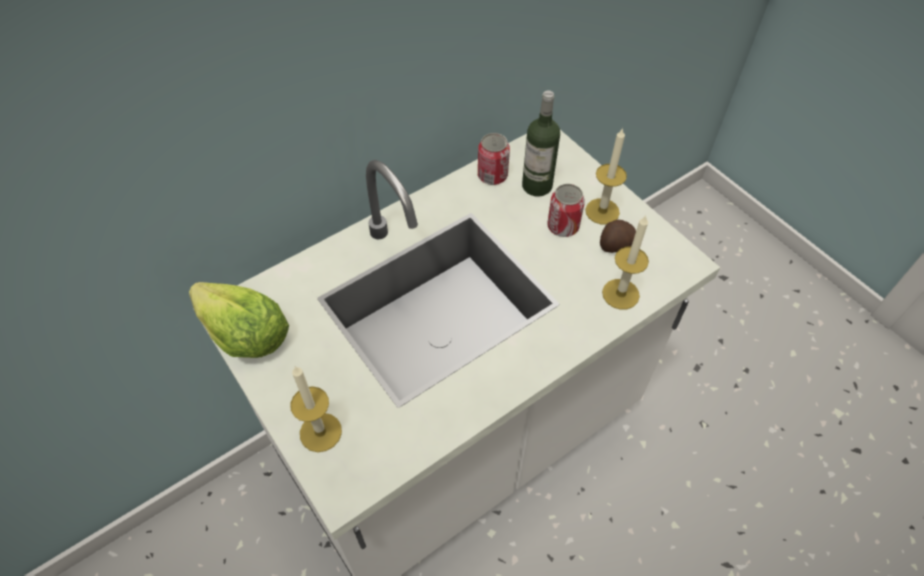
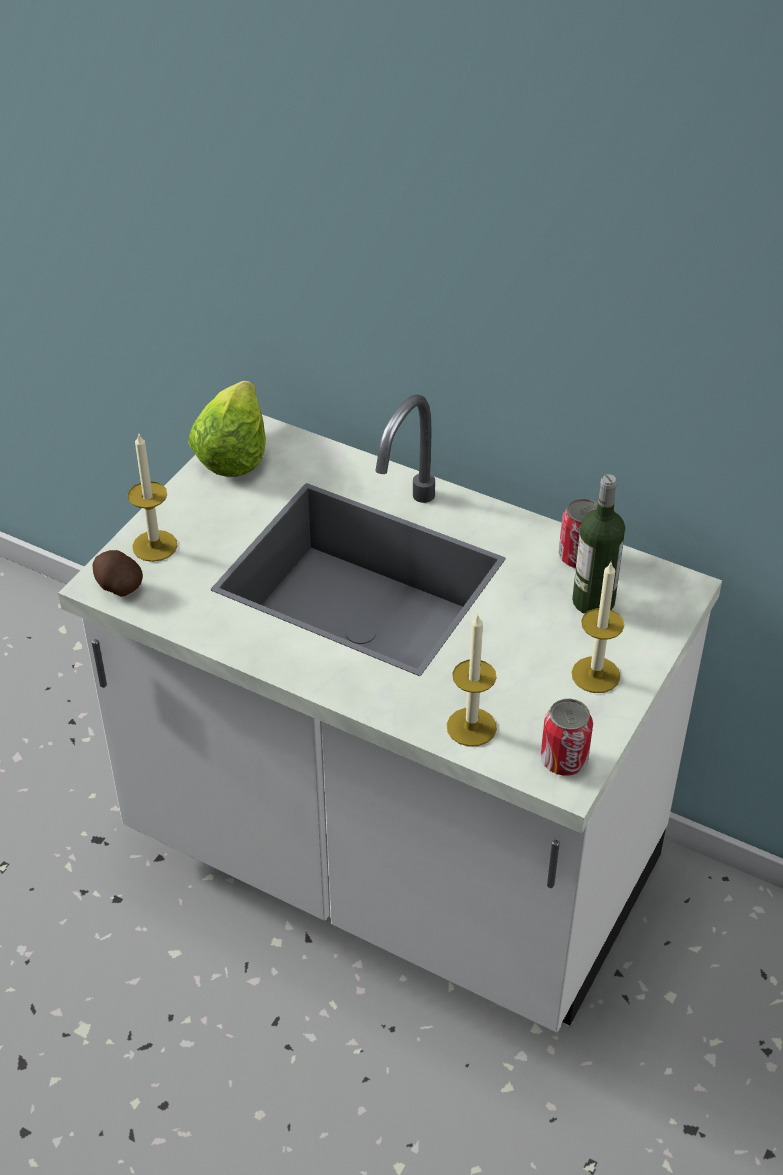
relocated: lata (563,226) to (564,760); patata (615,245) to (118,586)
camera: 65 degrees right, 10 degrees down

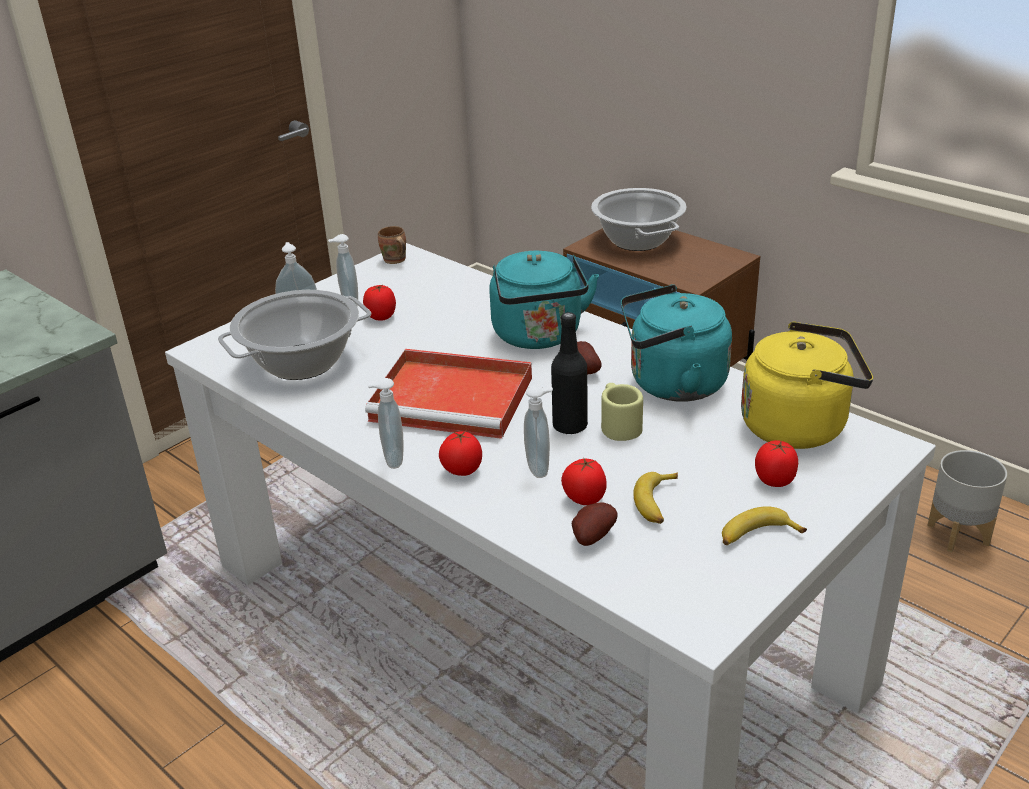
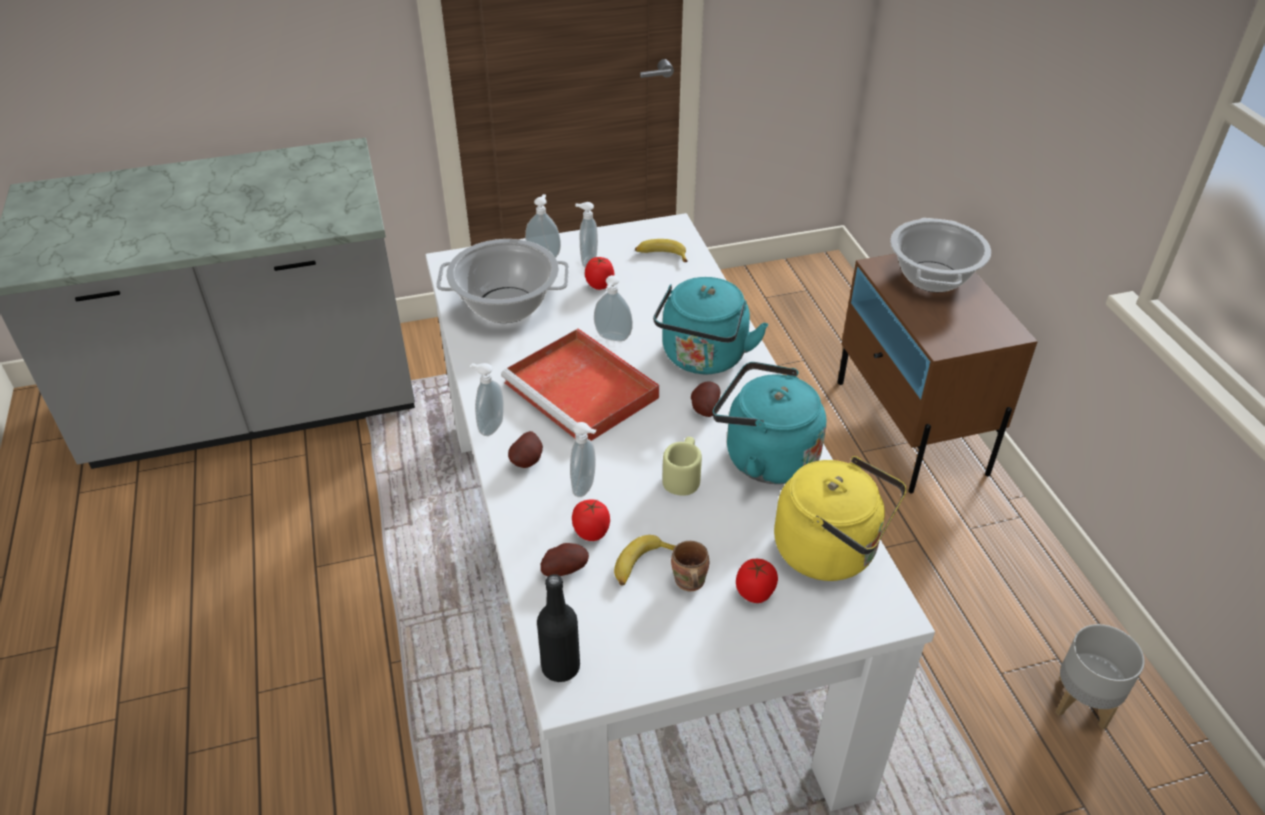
appeared: dispensador de jabón (612,338)
relocated: taza grande [marrón] (394,261) to (688,583); botella [negro] (570,426) to (560,667); plátano (756,536) to (661,255)
exchanged: tomate (461,471) to patata (528,461)
camera: 30 degrees right, 10 degrees up

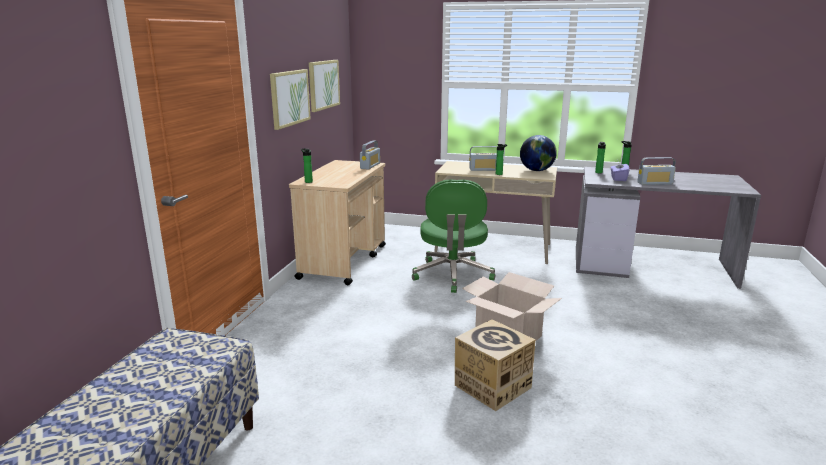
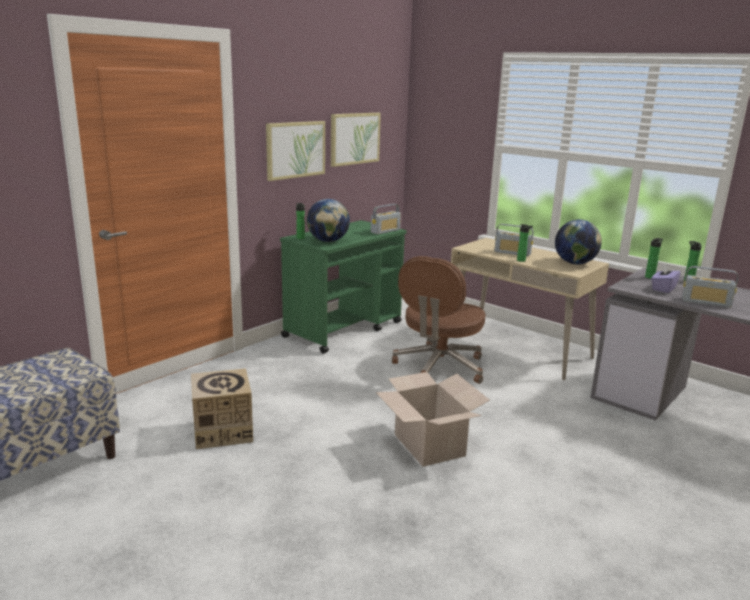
appeared: globo terráqueo (328,241)
relocated: caja de cartón (492,386) to (223,431)
colour: carrito [beis] (344,261) to carrito [verde] (344,329); silla de oficina [verde] (452,275) to silla de oficina [marrón] (439,368)
camera: 25 degrees right, 0 degrees up

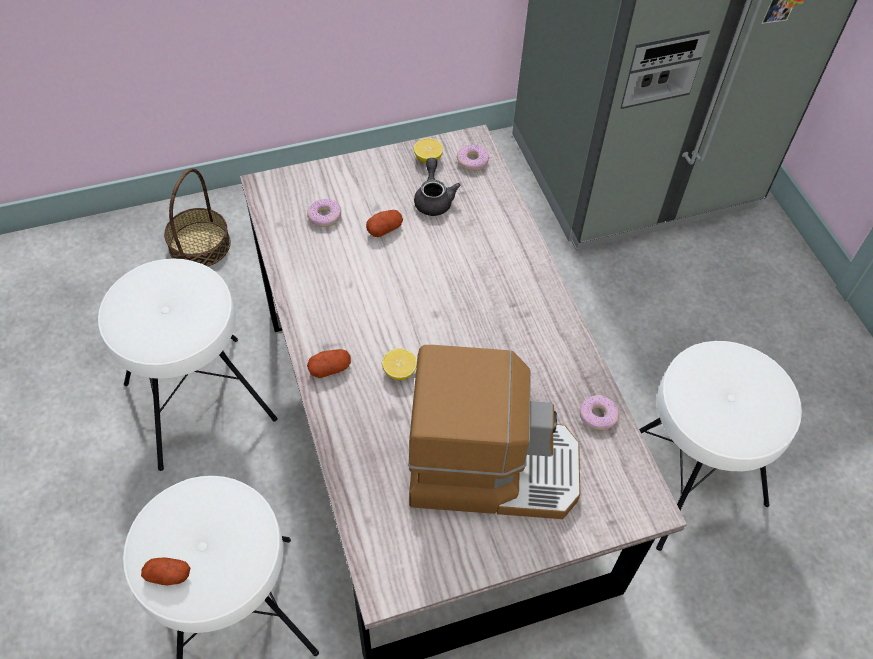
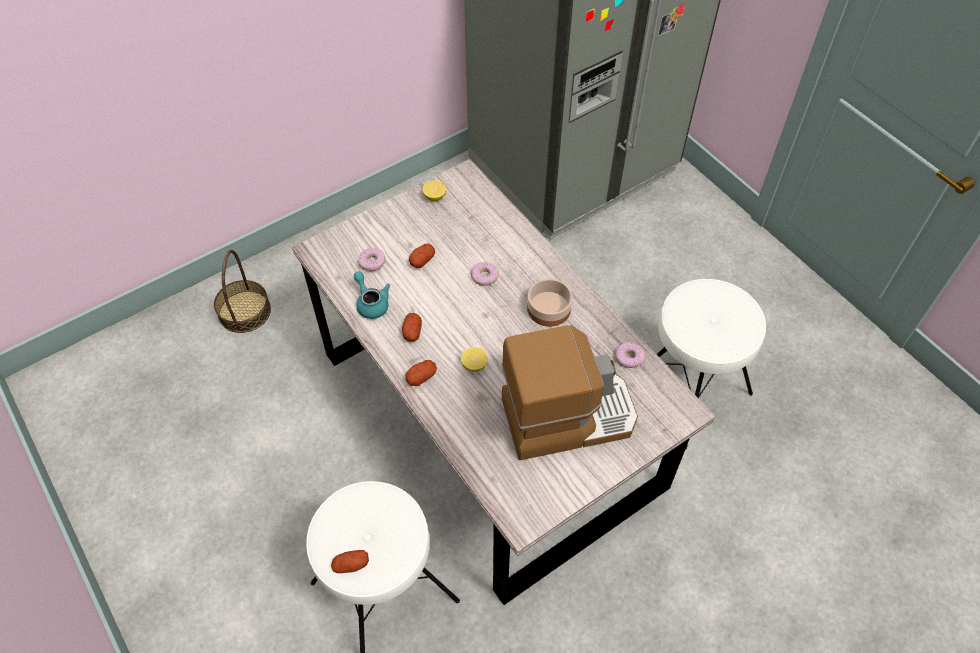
missing: tetera [gris] (433,199); taburete [blanco] (199,400)
appeared: tetera [turquesa] (371,303); cuenco (549,309); patata (412,331)
relocated: rosquilla (472,161) to (484,277)
camera: 15 degrees left, 0 degrees up

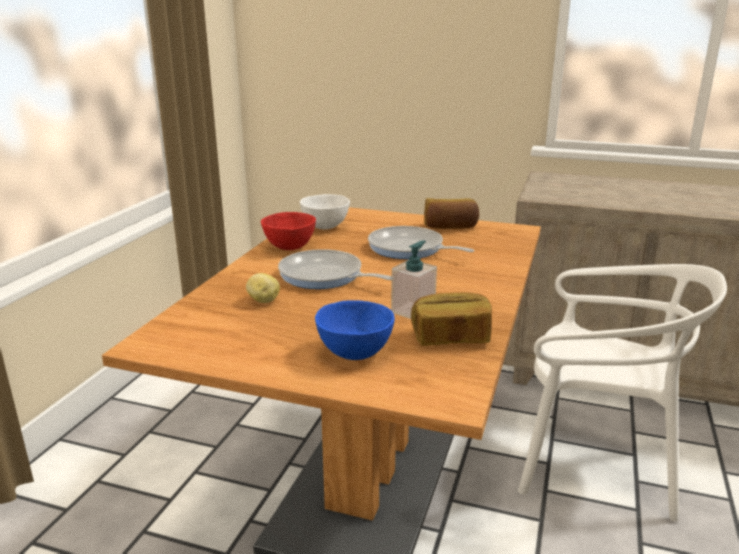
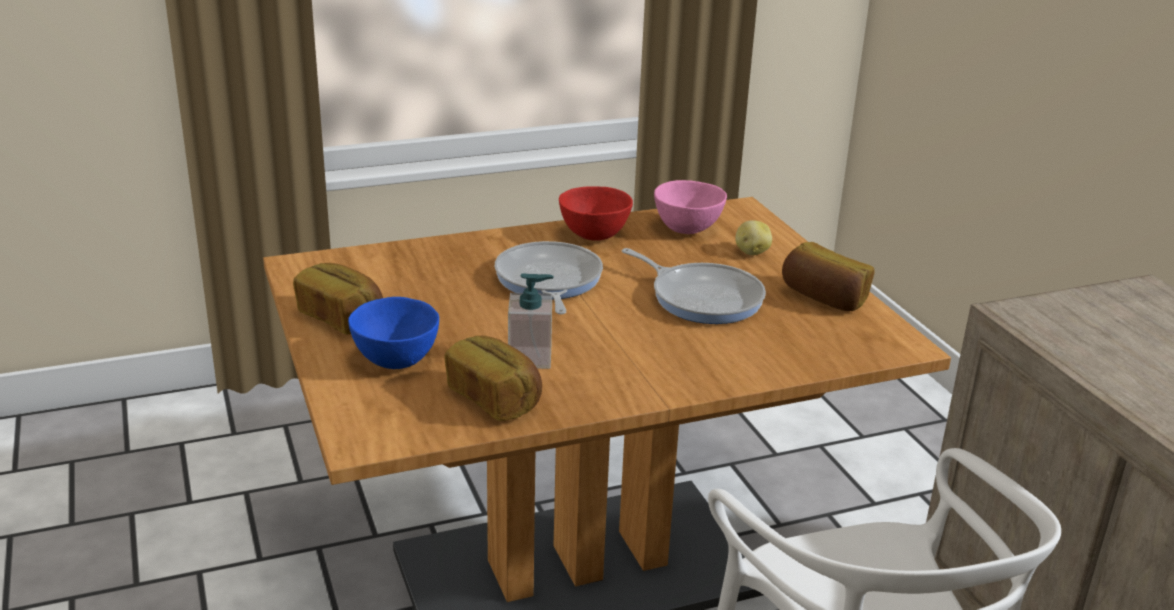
appeared: pan (342,318)
relocated: patata (263,301) to (751,252)
colour: cuenco [blanco] (326,226) to cuenco [rosa] (688,229)
spun: sartén (409,249) = (702,298) 135 degrees clockwise
camera: 50 degrees right, 5 degrees up

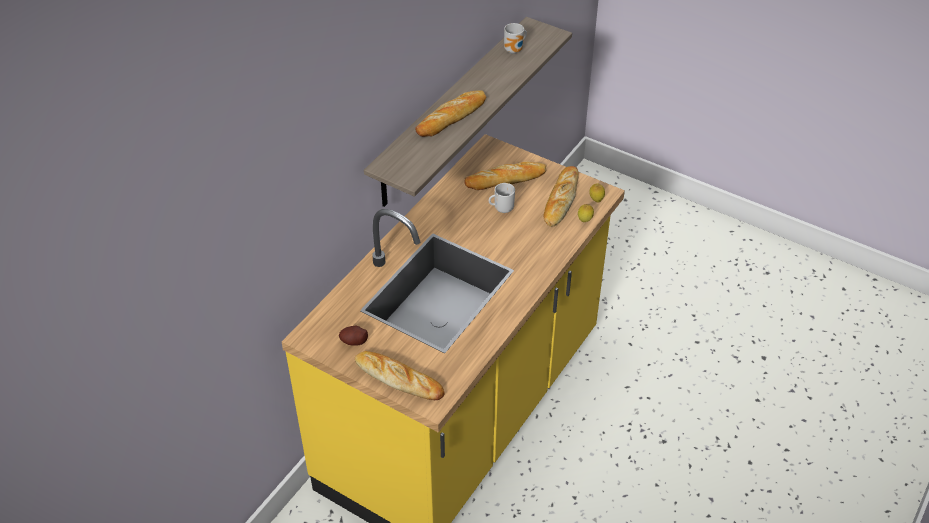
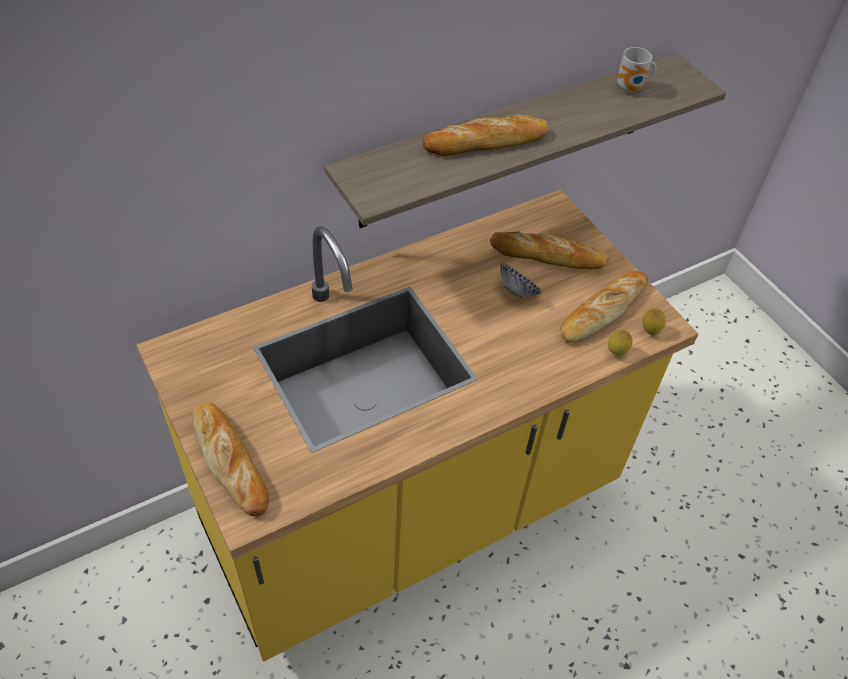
missing: patata (354,341)
exchanged: taza grande (502,209) to cuenco (518,291)
camera: 25 degrees right, 5 degrees up

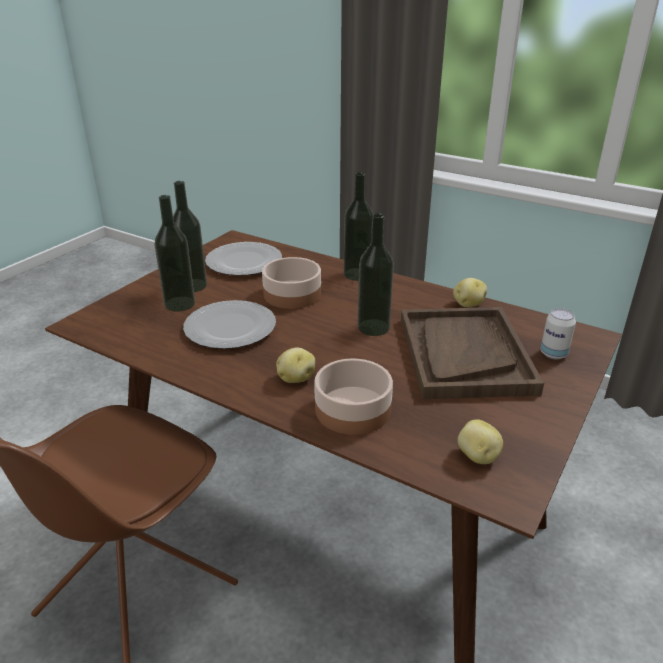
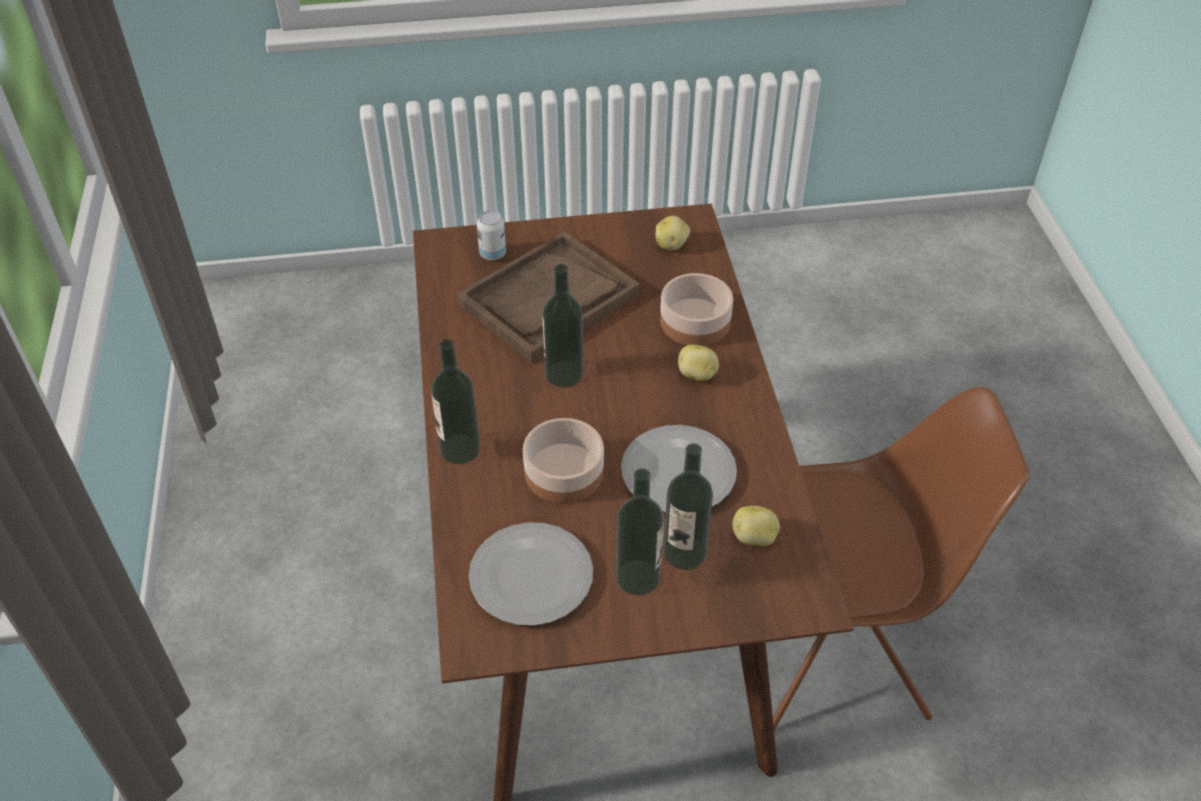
relocated: patata (468,304) to (754,538)
camera: 130 degrees left, 15 degrees up

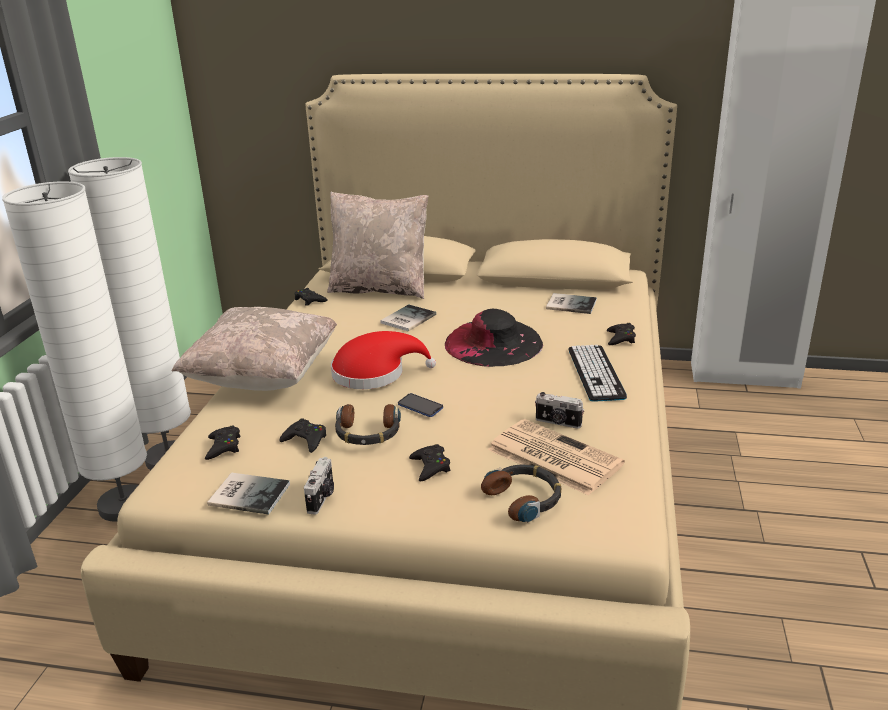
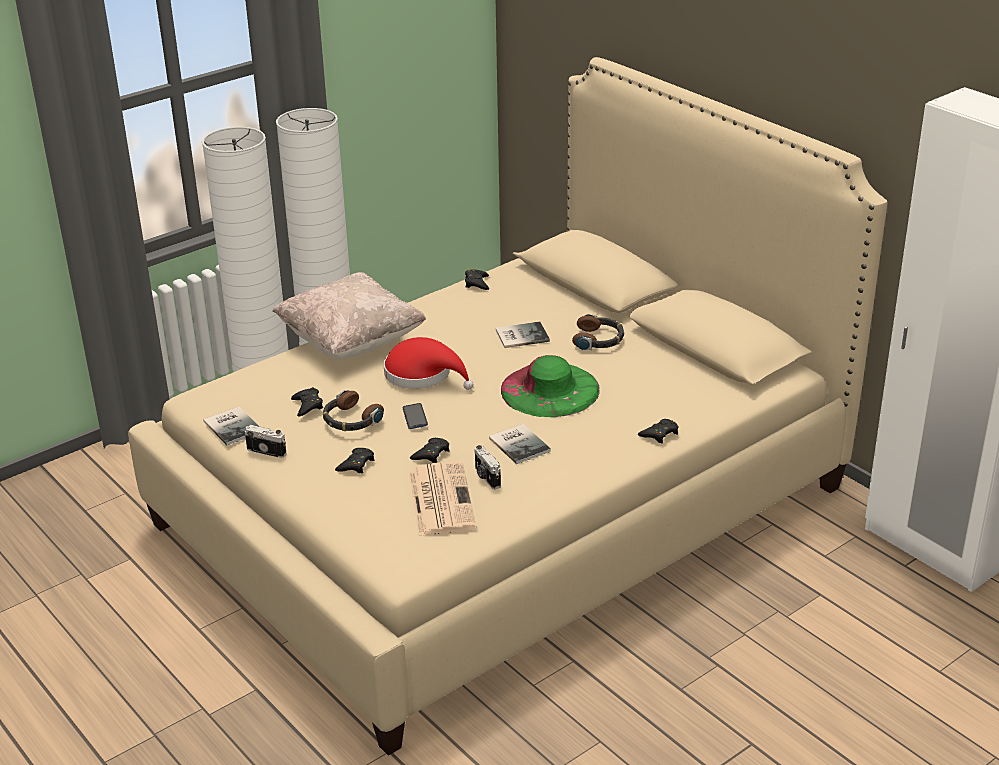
missing: cojín [beis] (380,289); teclado (596,373)
relocated: libro (570,304) to (520,443); mando de consola [negro] (223,447) to (431,454); auriculares (524,498) to (599,339)
colour: sombrero [negro] (493,343) to sombrero [verde] (549,389)
spun: cámara (322,498) = (267,450) 120 degrees counterclockwise
camera: 40 degrees right, 5 degrees up

